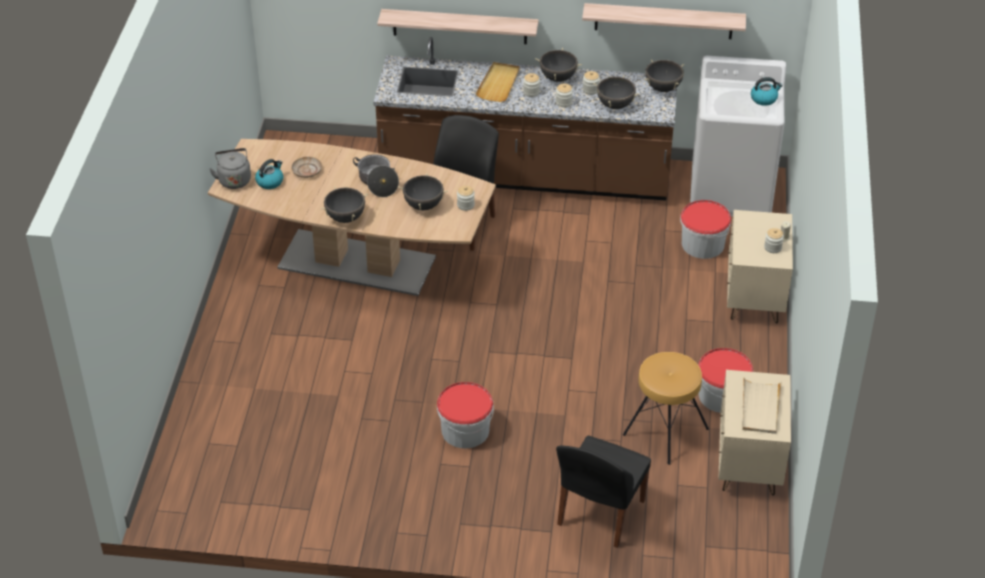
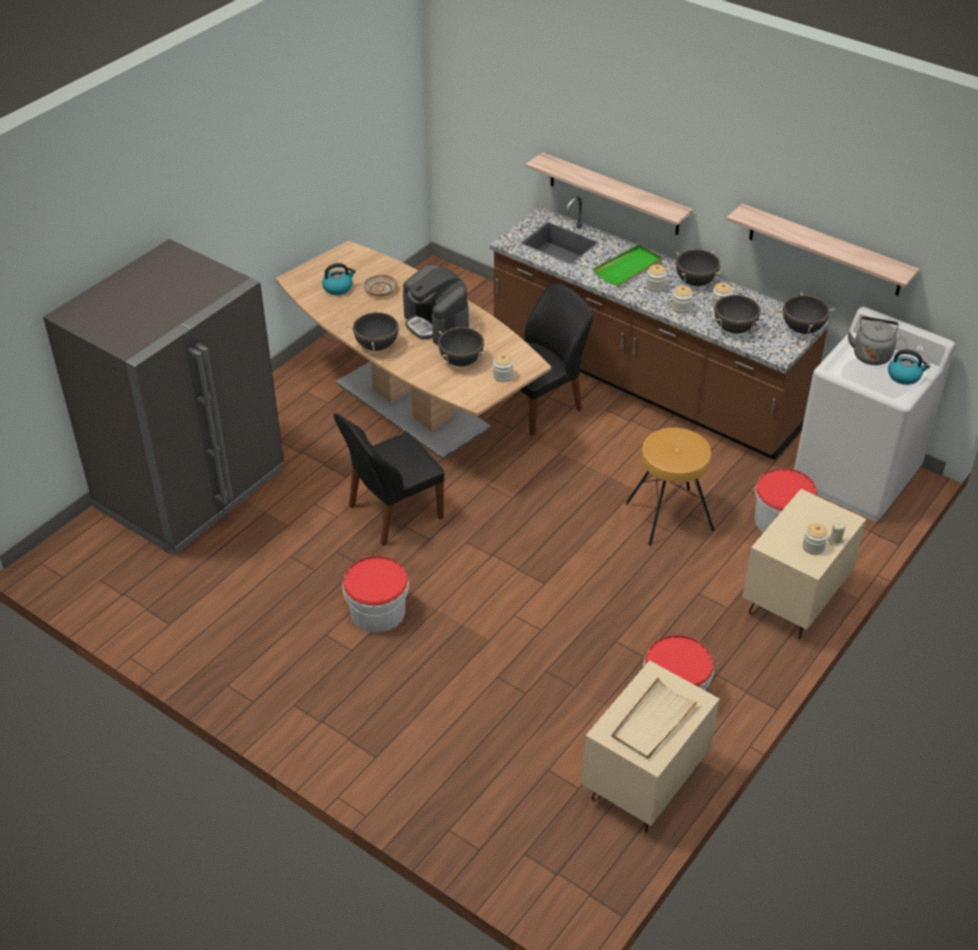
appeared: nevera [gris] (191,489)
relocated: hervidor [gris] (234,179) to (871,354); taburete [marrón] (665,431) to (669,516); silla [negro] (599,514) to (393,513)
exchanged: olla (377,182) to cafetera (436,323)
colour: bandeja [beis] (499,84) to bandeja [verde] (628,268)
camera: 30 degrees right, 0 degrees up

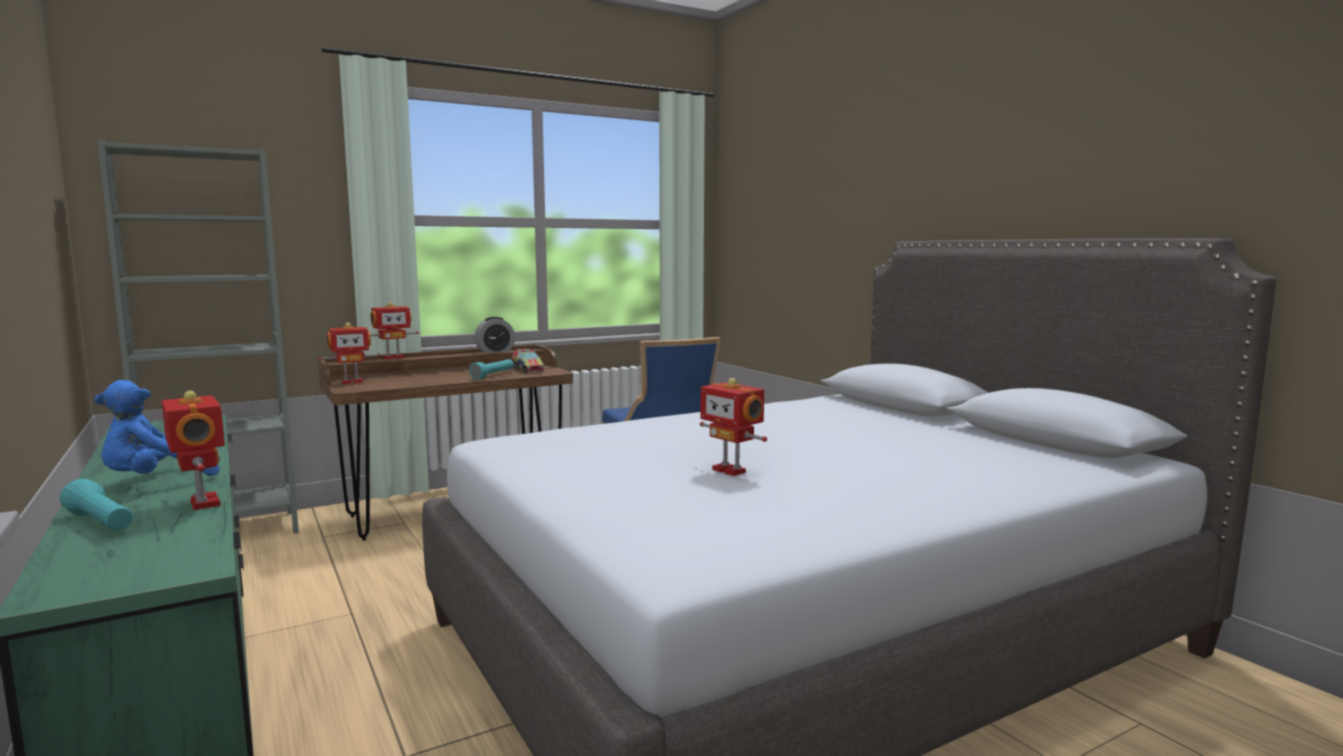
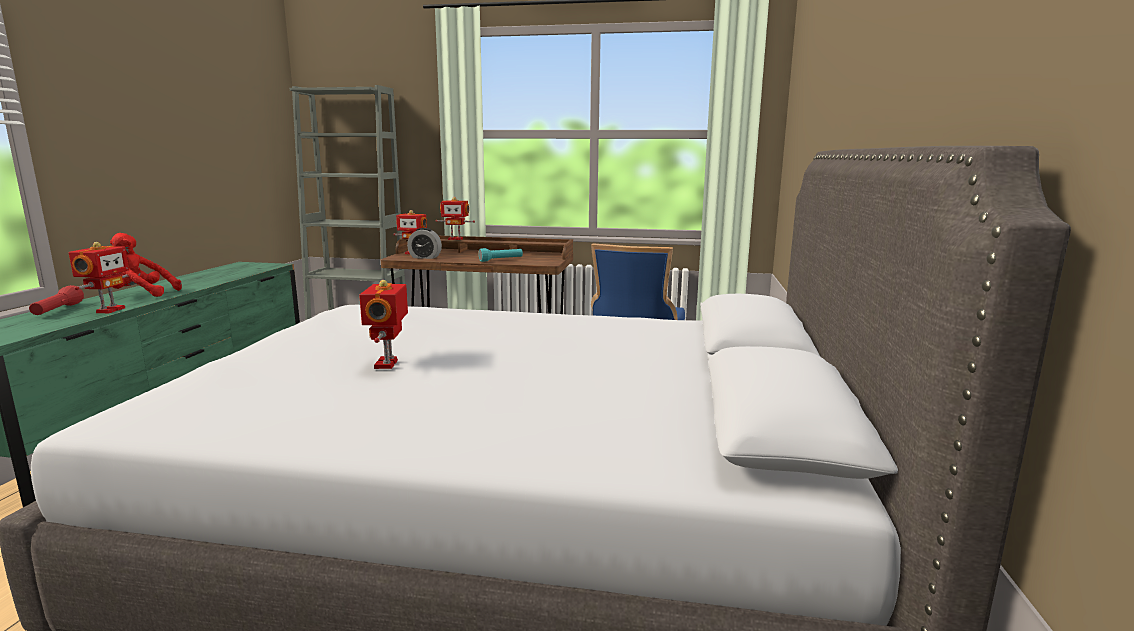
missing: camión de juguete (528,370)
relocated: despertador (495,351) to (425,257)
colour: peluche [azul] (155,481) to peluche [rojo] (141,295); linterna [turquesa] (101,523) to linterna [rojo] (57,311)
camera: 40 degrees right, 5 degrees up

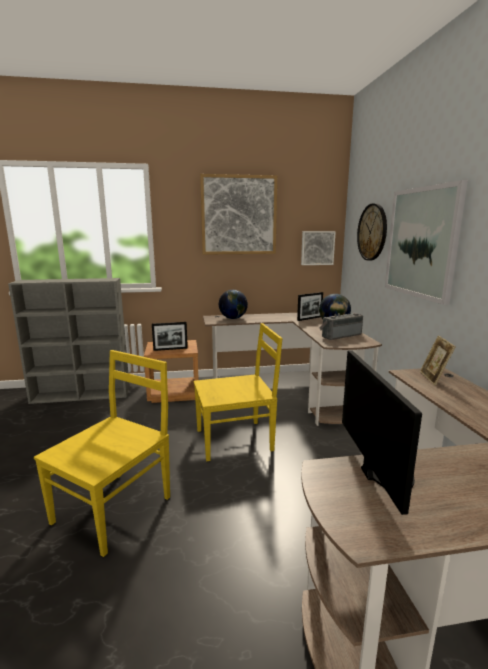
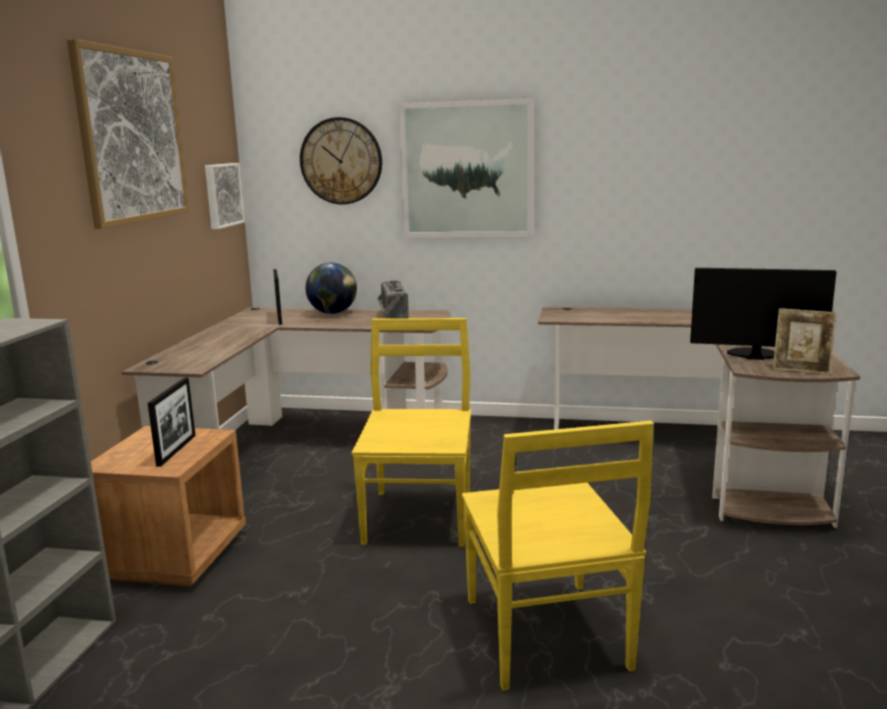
missing: globo terráqueo (233,318)
relocated: portarretratos (433,378) to (801,369)
spun: silla [amarillo] (115,508) = (546,636) 150 degrees counterclockwise
camera: 70 degrees left, 0 degrees up

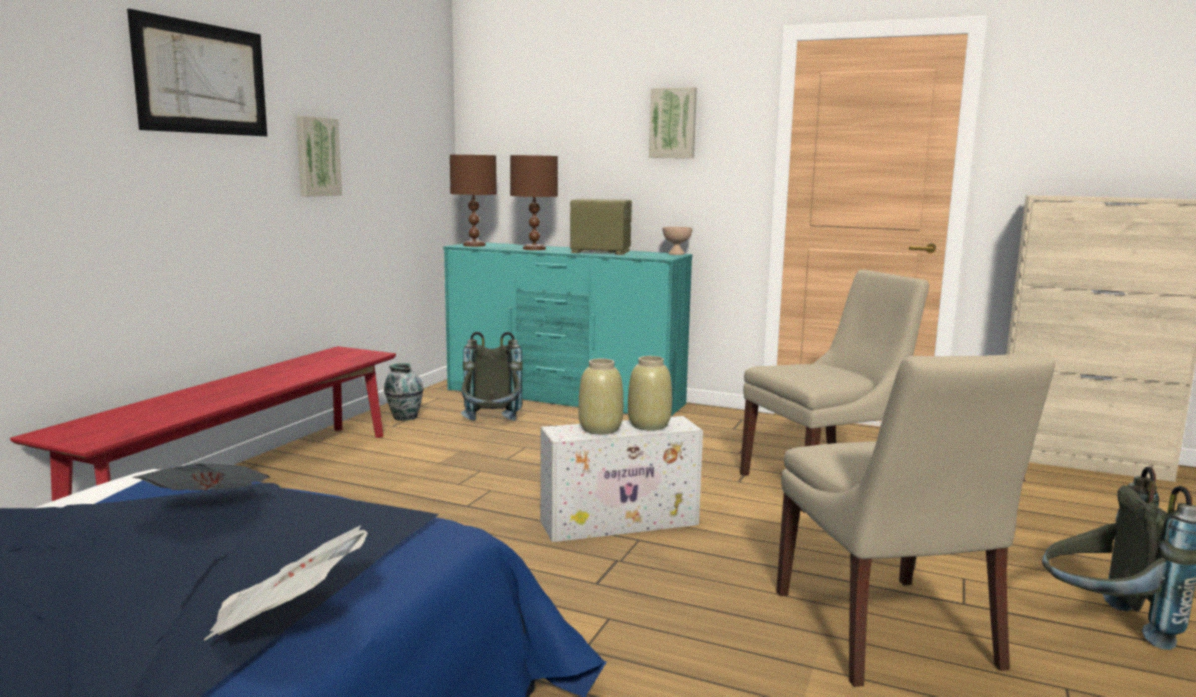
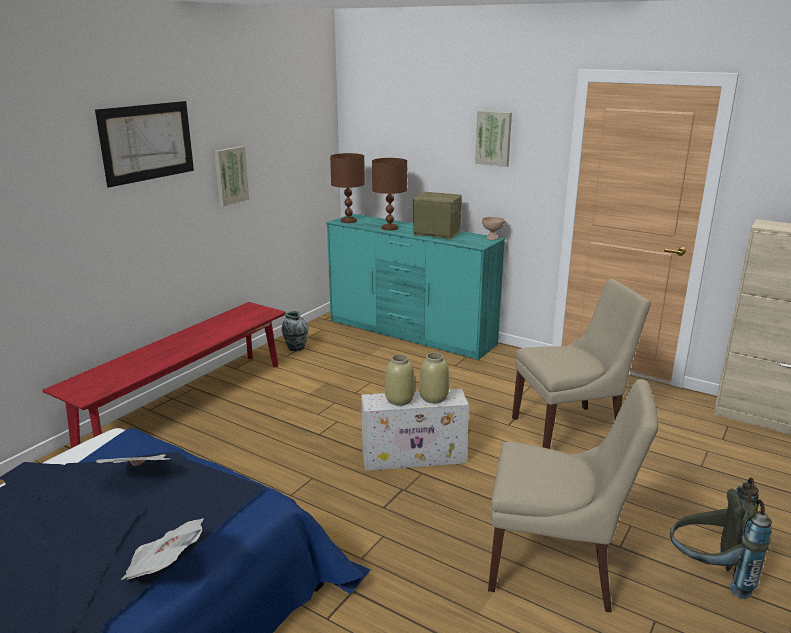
missing: mochila [gris] (491,426)
spun: silla [beis] (887,633) = (556,566) 75 degrees counterclockwise
camera: 10 degrees right, 10 degrees up

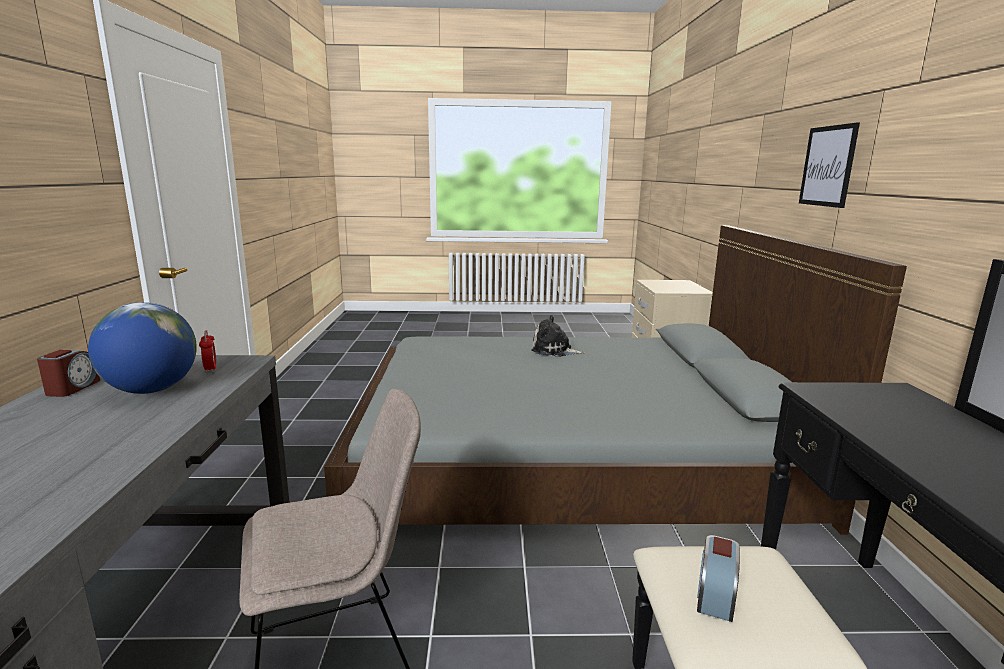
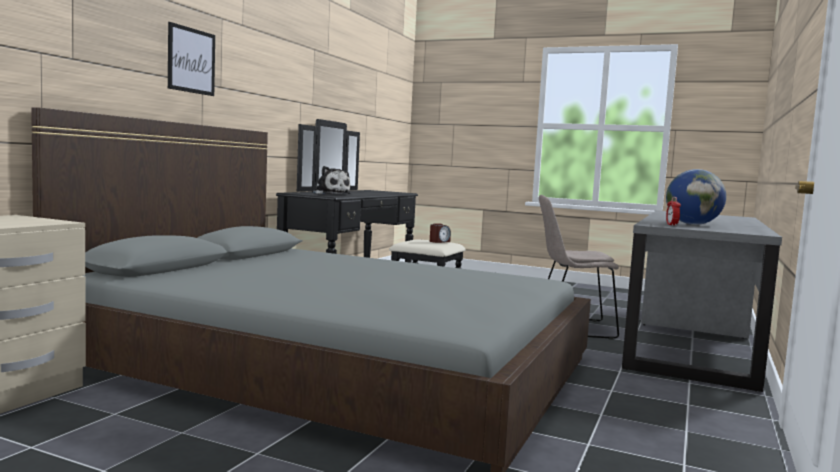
missing: despertador (72,388)
relocated: peluche (554,351) to (330,194)
camera: 155 degrees left, 10 degrees down

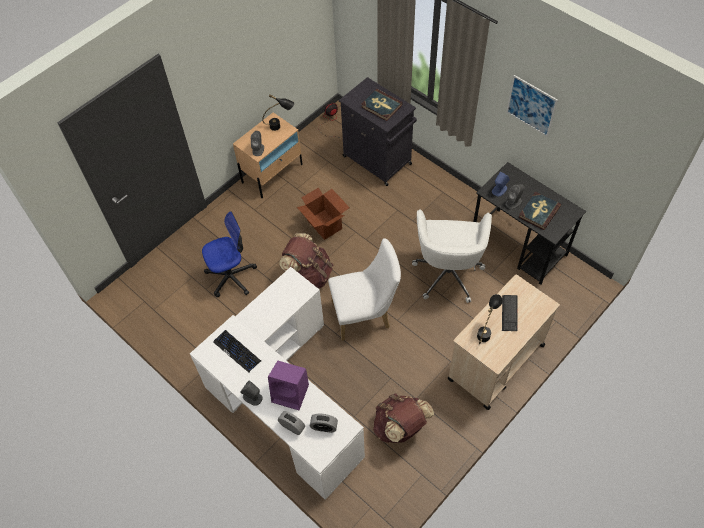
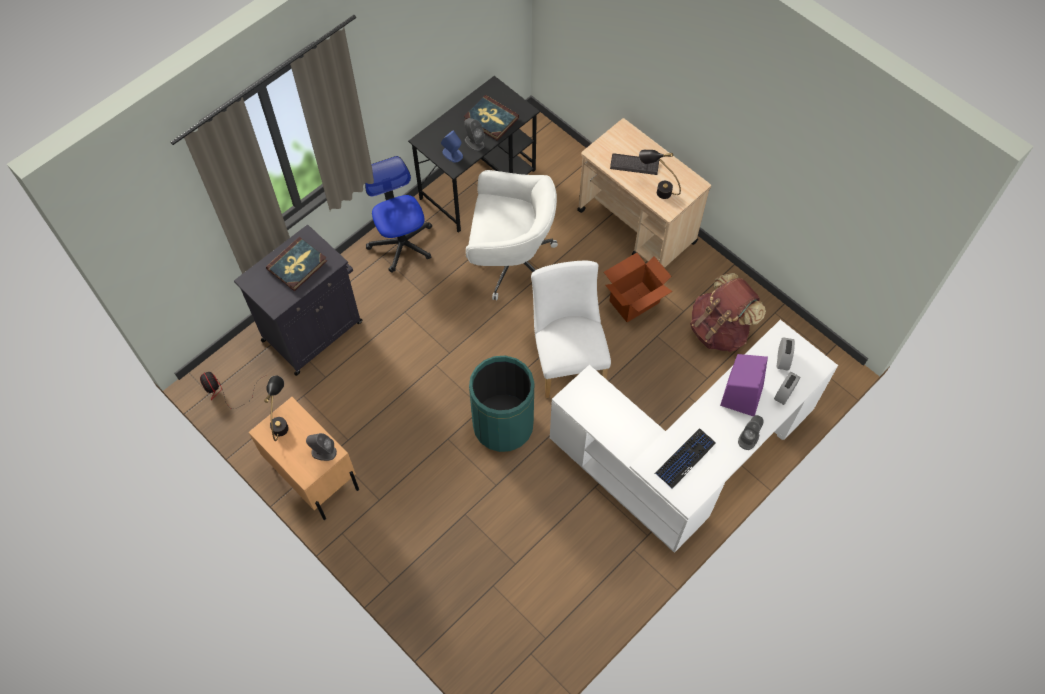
missing: cuadro (531,106)
relocated: caja de cartón (325,224) to (633,301); silla de oficina (231,276) to (402,244)
exchanged: mochila [marrón] (309,275) to papelera [verde] (503,425)
camera: 90 degrees left, 5 degrees up

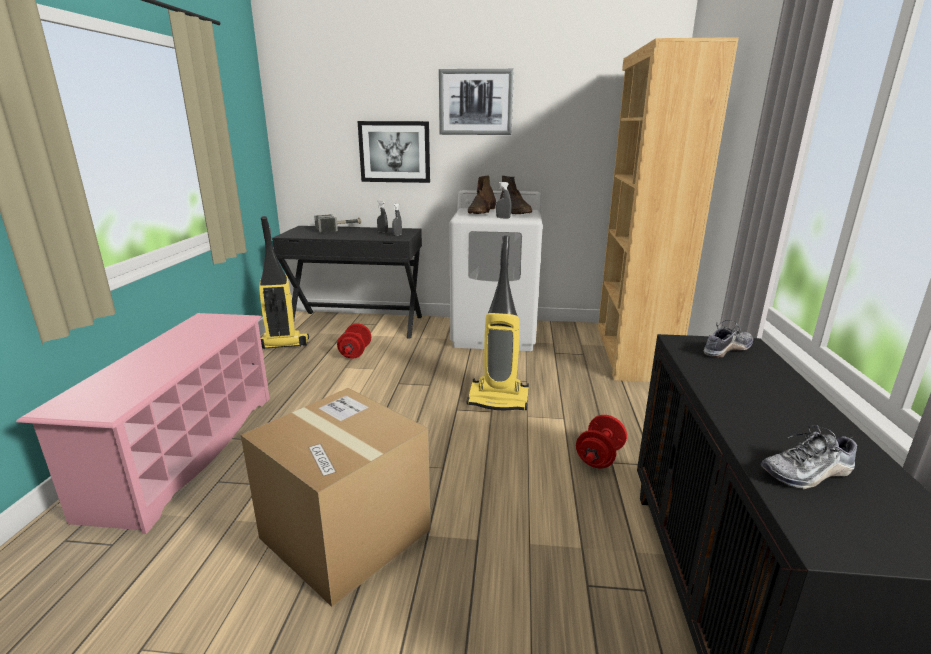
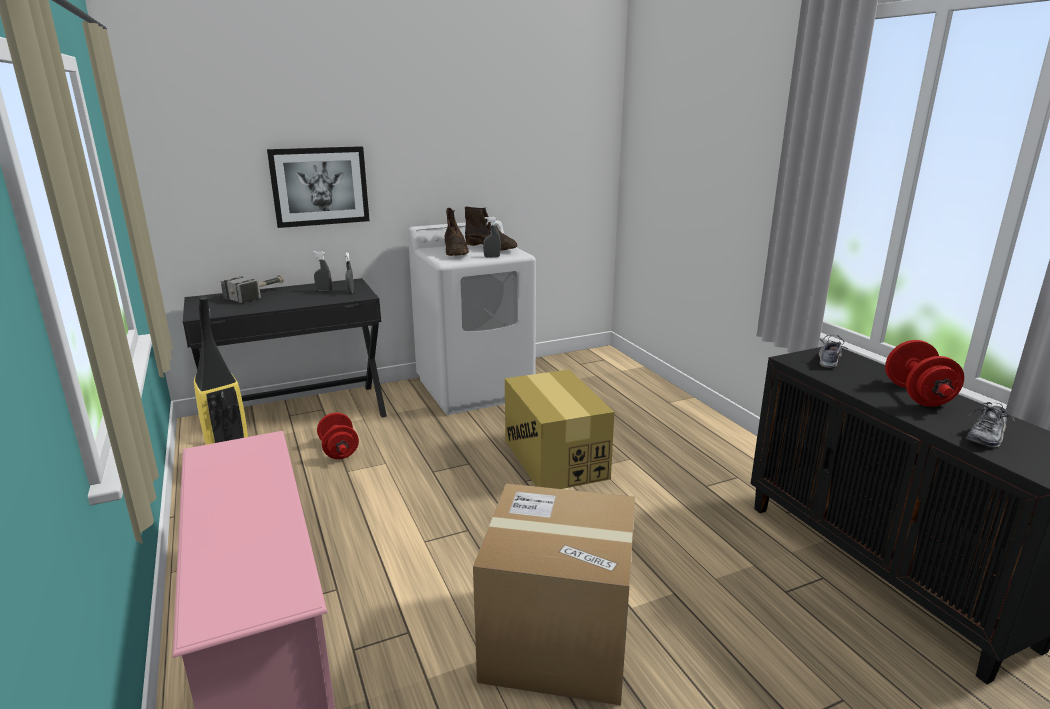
missing: estantería [marrón] (632,353); cuadro (475,102)
relocated: mancuerna [rojo] (599,457) to (917,395)
exchanged: aspiradora (499,399) to caja de cartón (555,458)
camera: 30 degrees left, 0 degrees up

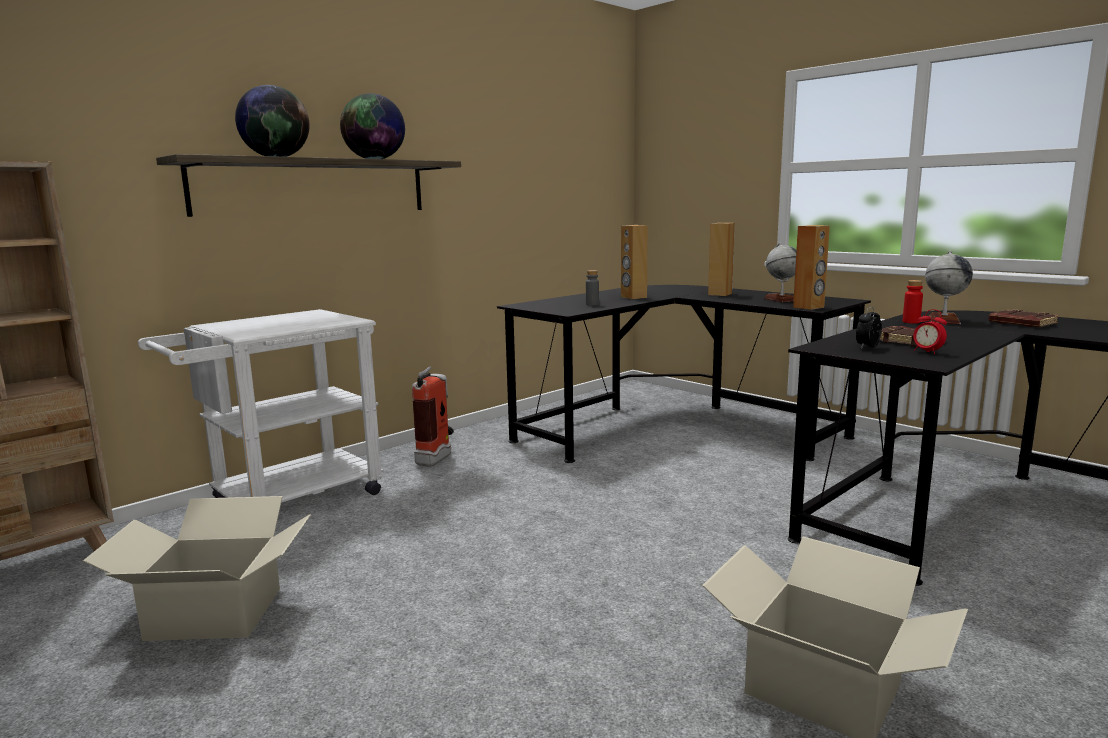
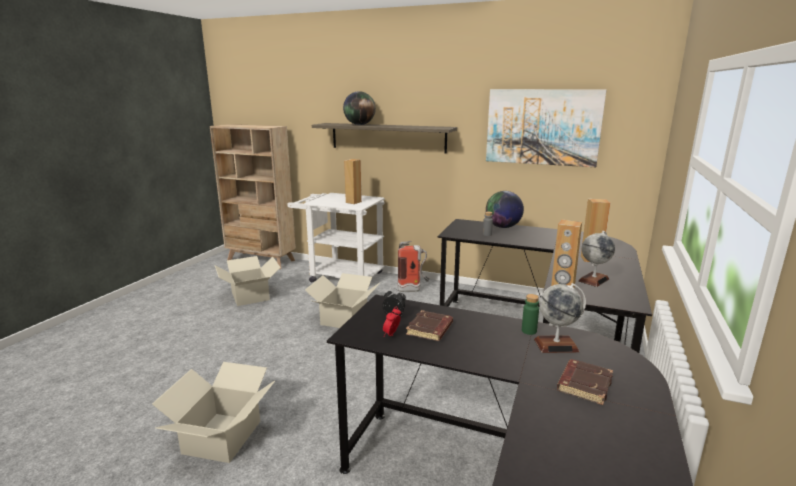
appeared: cuadro (542,127); caja de cartón (345,318)
relocated: globo terráqueo (375,159) to (503,227); altavoz [marrón] (633,297) to (353,202)
colour: botella [rojo] (911,322) to botella [verde] (529,331)
camera: 65 degrees right, 5 degrees up

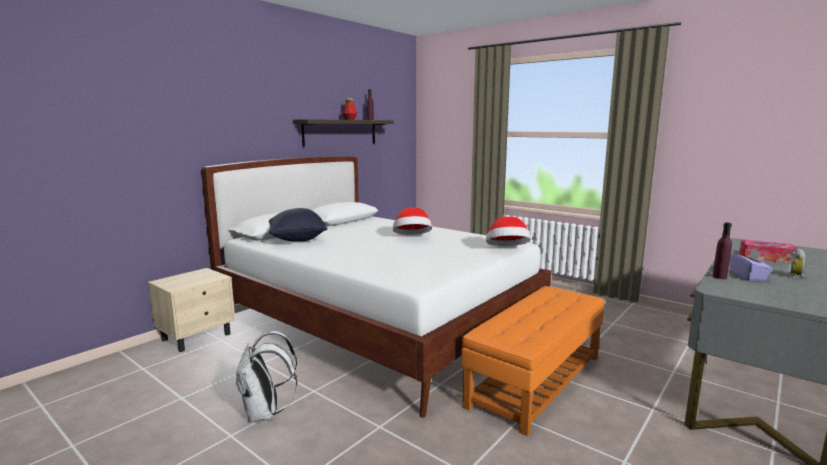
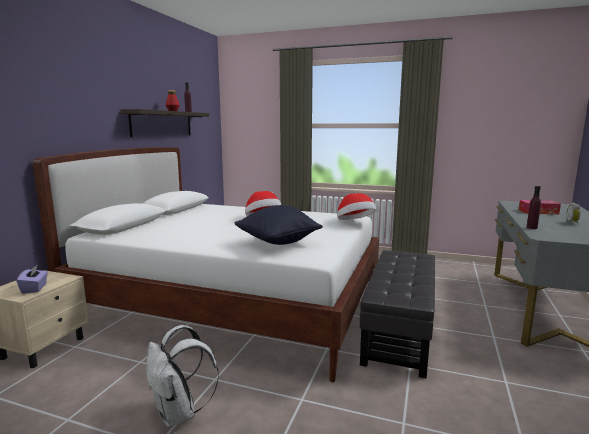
relocated: cojín [negro] (297,240) to (278,242); caja de pañuelos [morado] (748,276) to (35,288)
colour: puf [naranja] (535,380) to puf [negro] (399,330)
camera: 20 degrees left, 0 degrees up

